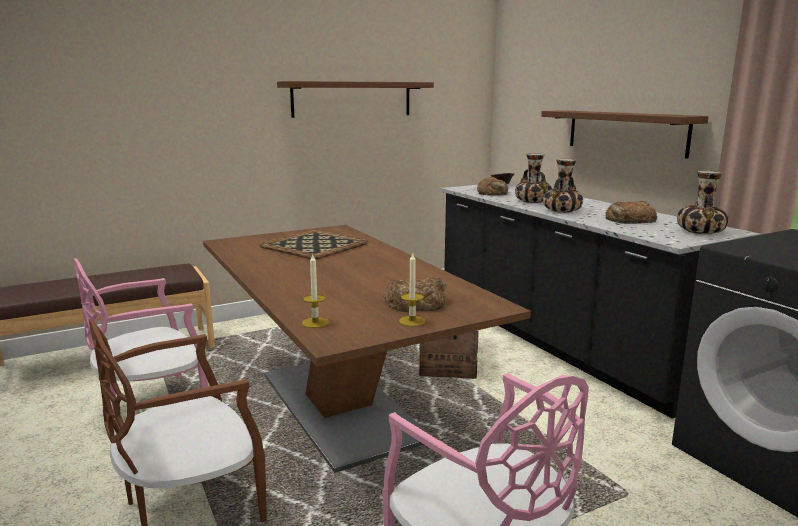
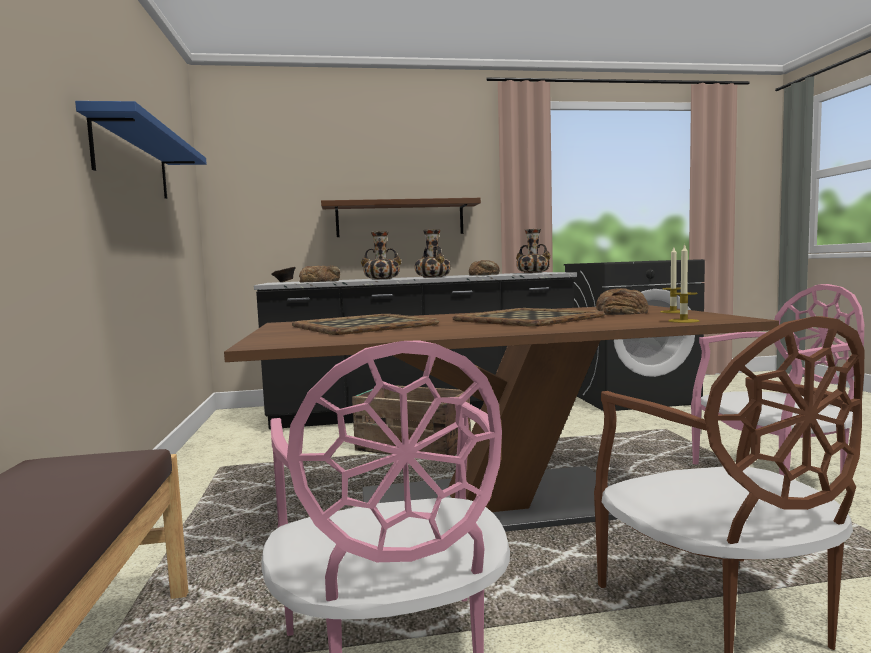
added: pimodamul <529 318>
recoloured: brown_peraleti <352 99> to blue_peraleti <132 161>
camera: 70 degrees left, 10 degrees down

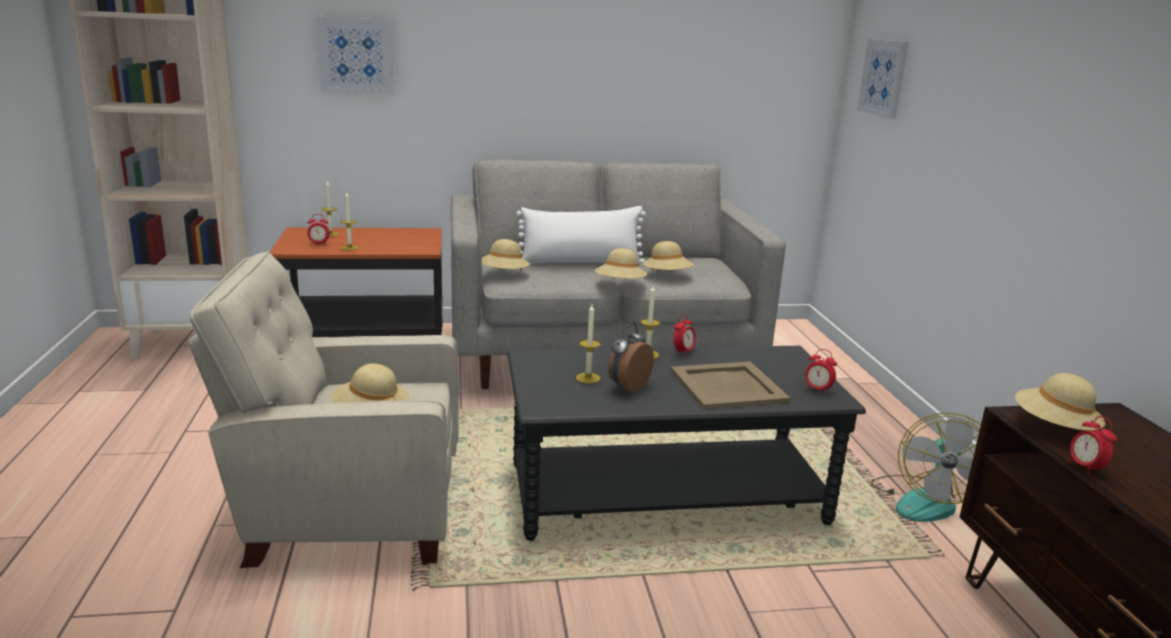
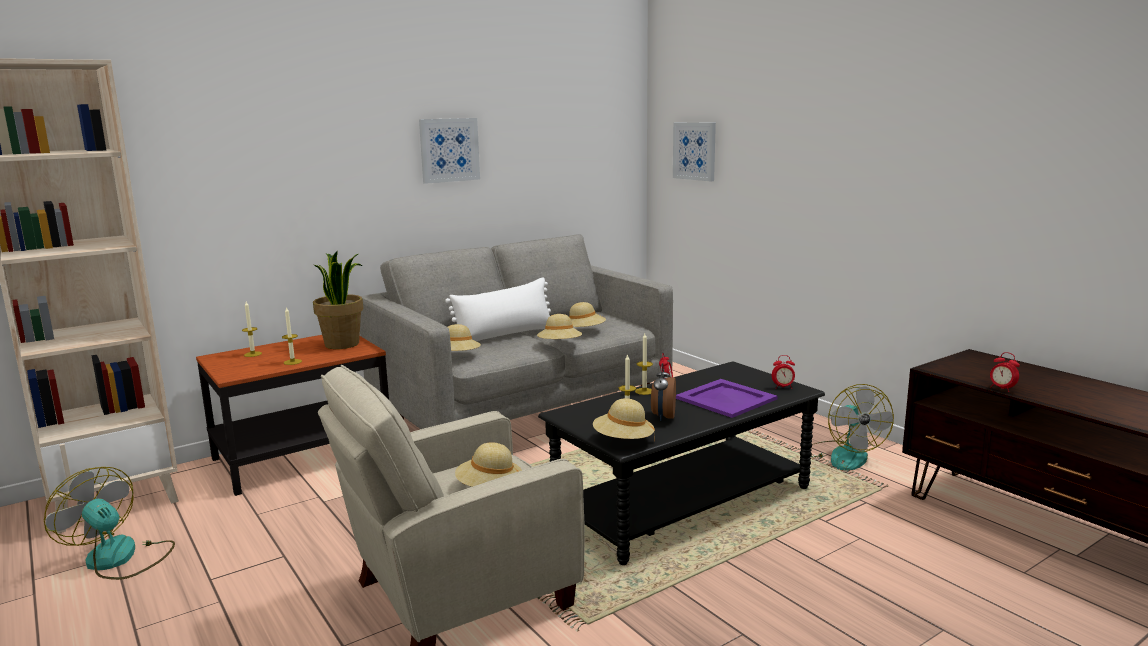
removed: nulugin <319 244>
added: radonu <119 559>; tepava <343 344>
moved: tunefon <356 55> to <449 150>; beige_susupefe <1053 428> to <623 441>
recoloured: beige_pimodamul <729 386> to purple_pimodamul <727 398>
camera: 25 degrees left, 5 degrees down

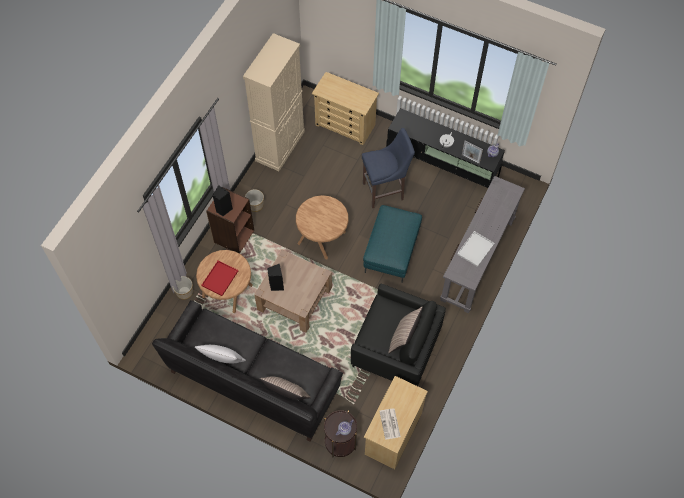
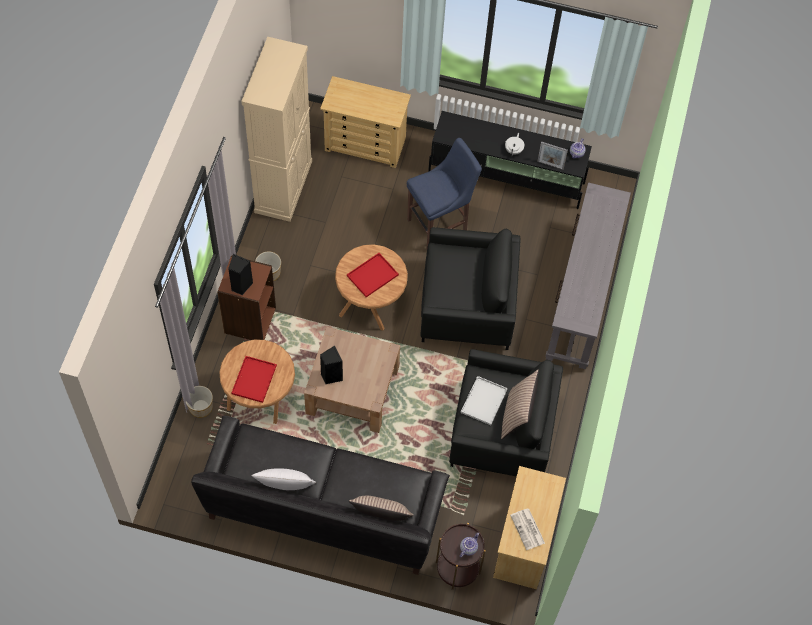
added: red_pimodamul <372 276>
moved: white_pimodamul <475 248> to <483 400>
replaced: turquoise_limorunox <392 252> to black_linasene <467 306>
camera: 15 degrees left, 0 degrees up

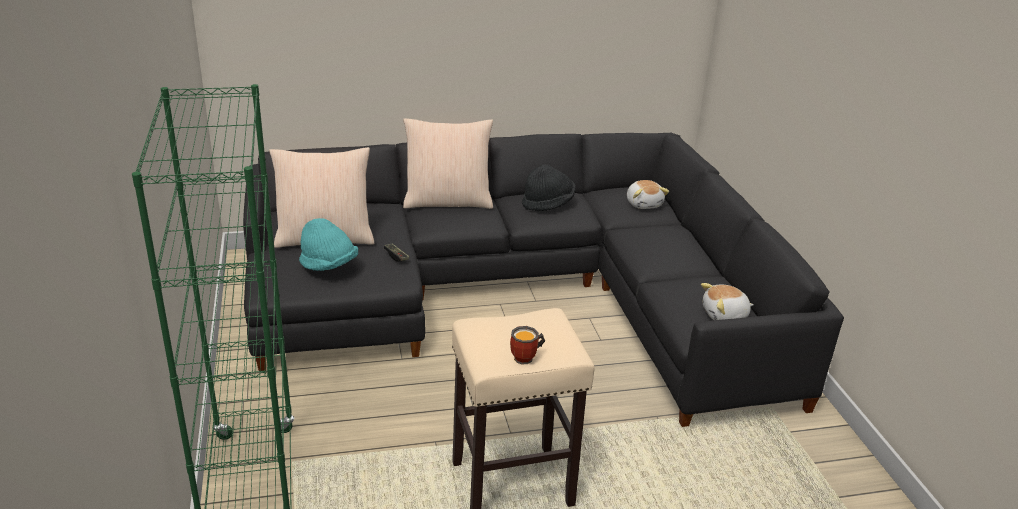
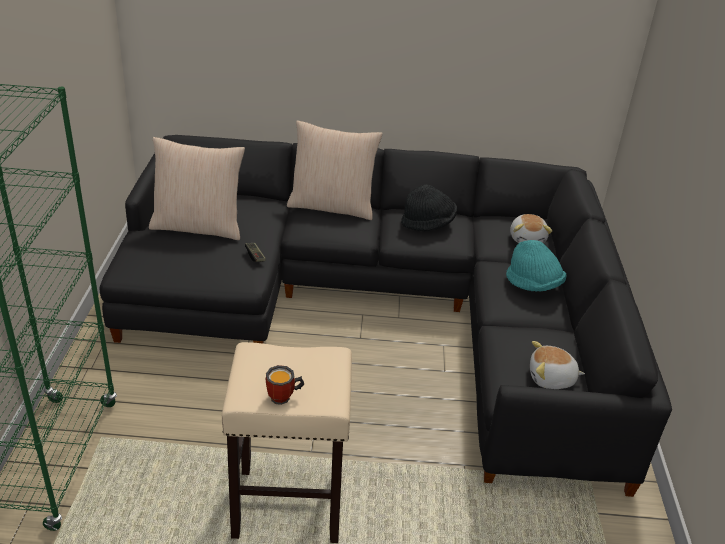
moved: turquoise_susupefe <328 265> to <533 285>
camera: 15 degrees right, 5 degrees up

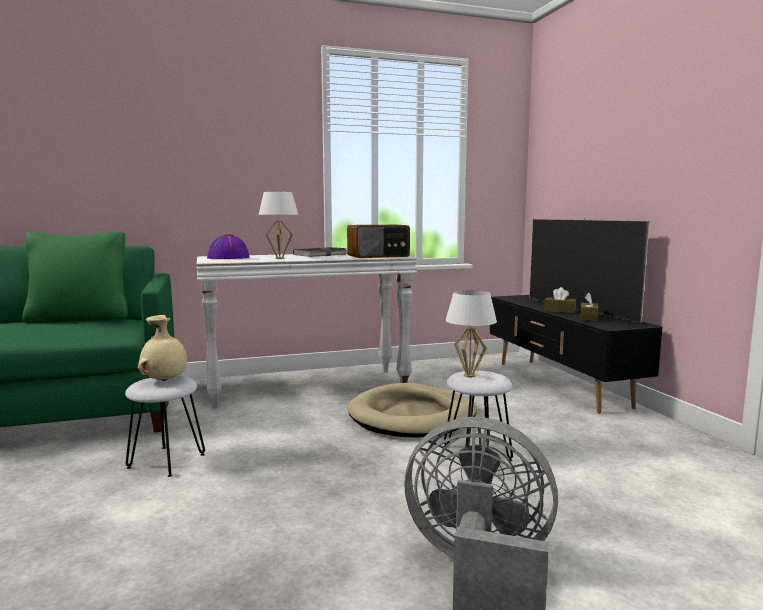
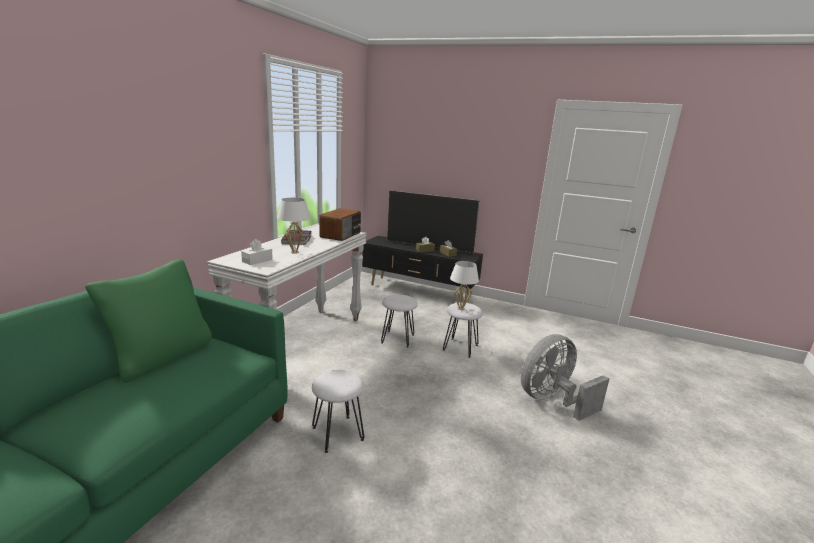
removed: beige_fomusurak <165 380>
replaced: purple_susupefe <228 258> to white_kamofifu <257 260>; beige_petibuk <412 416> to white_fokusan <398 338>
camera: 50 degrees left, 10 degrees up

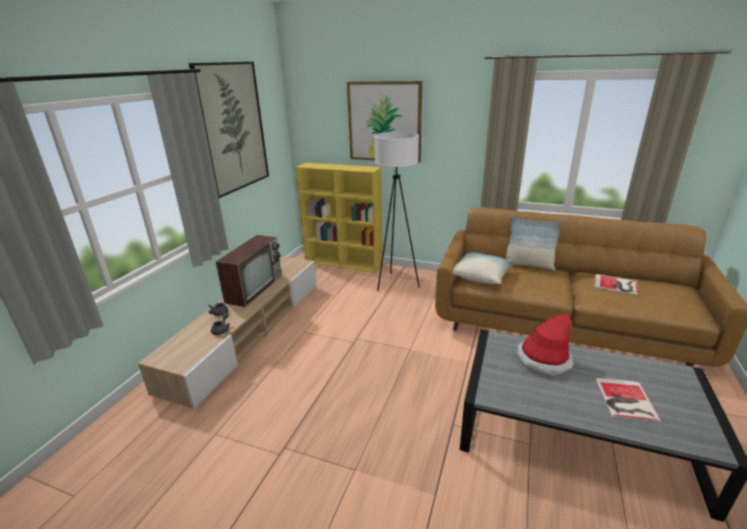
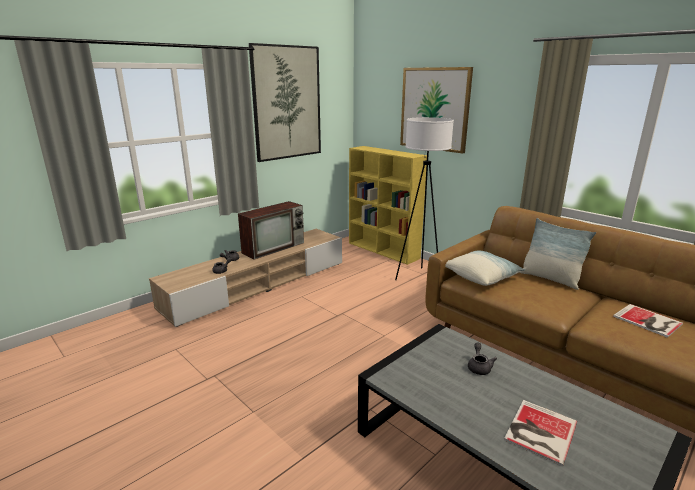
replaced: susupefe <543 360> to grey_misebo <479 367>
camera: 25 degrees right, 5 degrees down

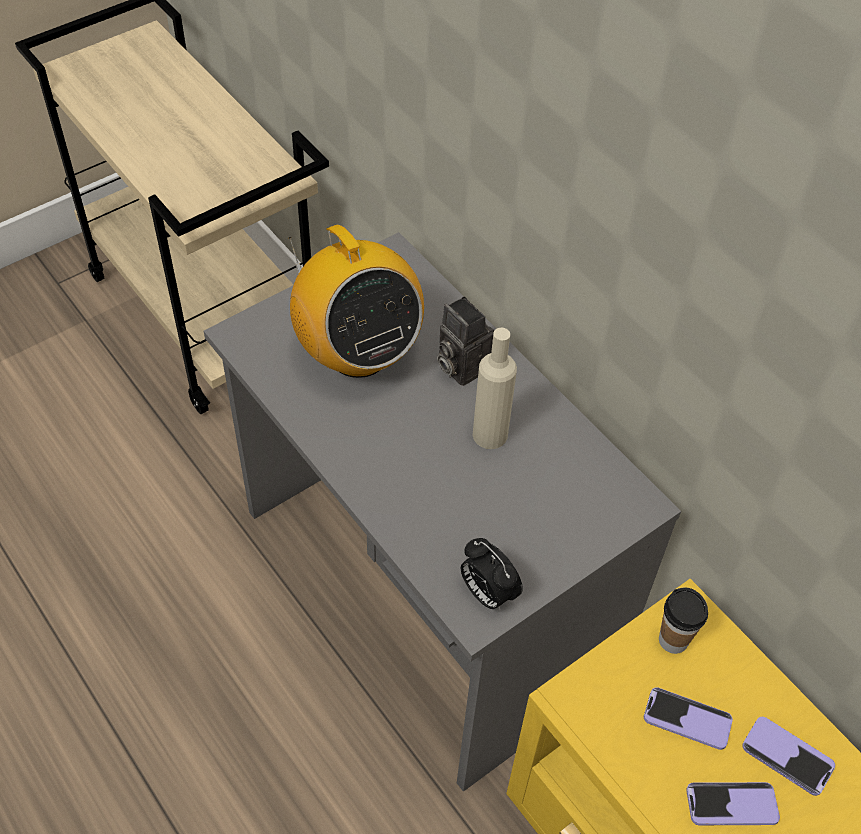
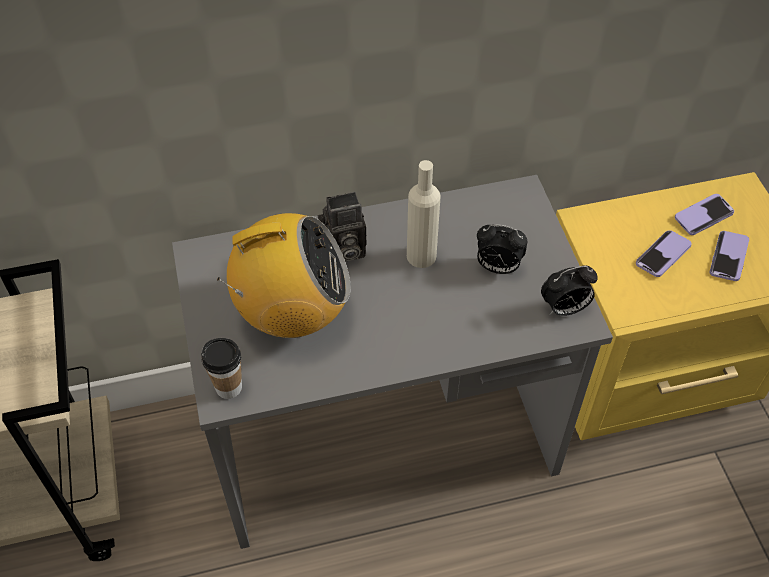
added: nulugin <497 267>
moved: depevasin <673 640> to <228 387>
camera: 65 degrees left, 0 degrees up

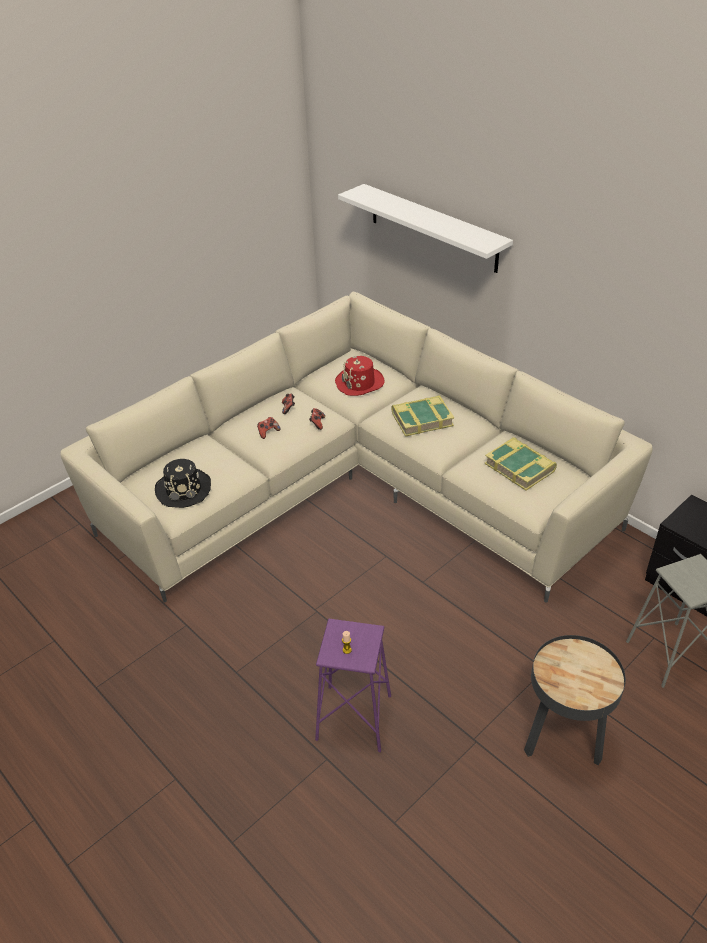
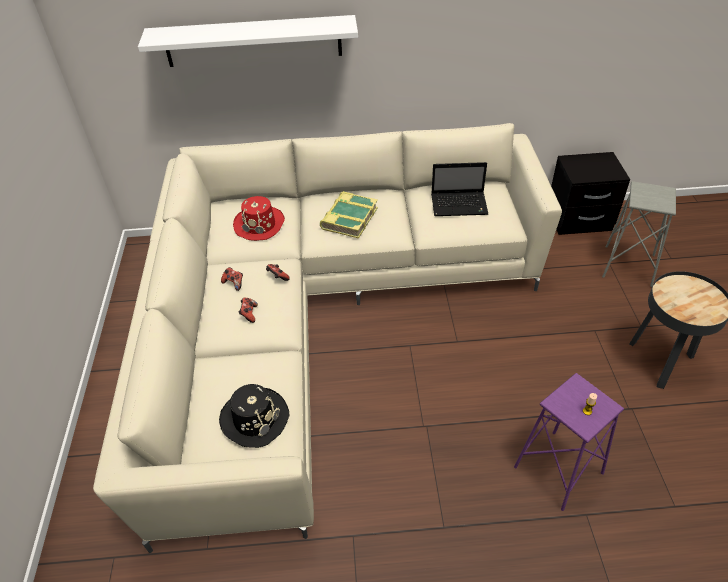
replaced: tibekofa <520 467> to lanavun <460 205>
camera: 50 degrees left, 5 degrees up

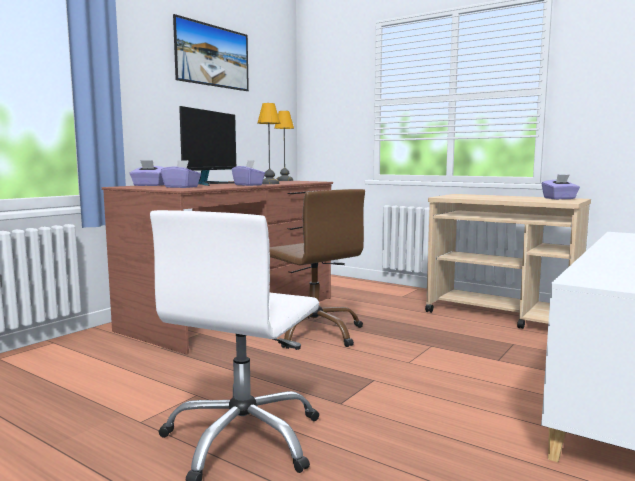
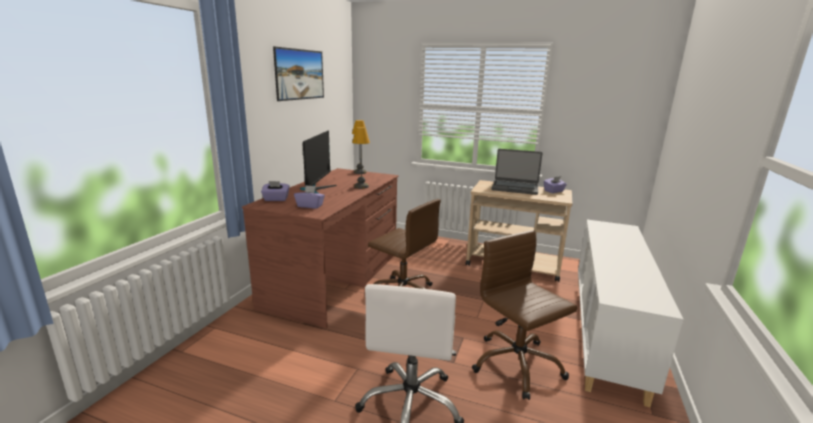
removed: purple_kamofifu <248 185>
added: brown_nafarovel <516 365>; lanavun <515 188>
camera: 15 degrees left, 10 degrees up

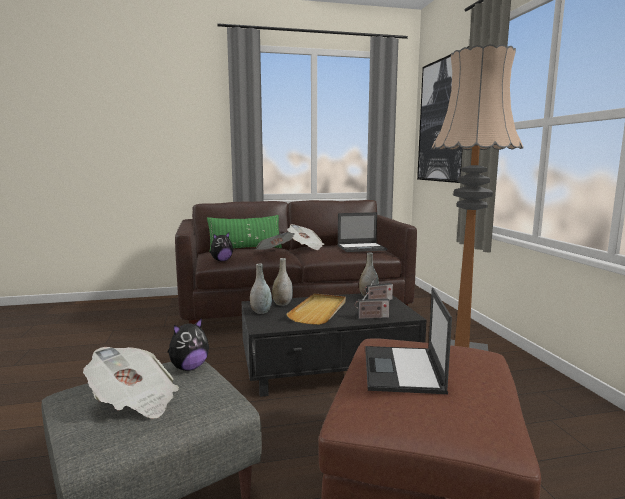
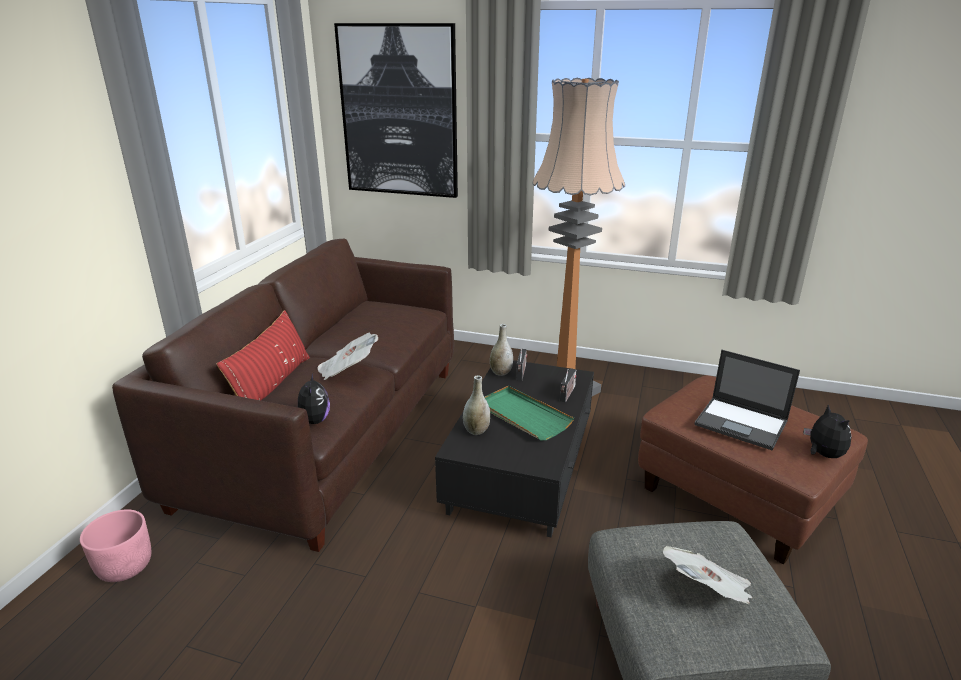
removed: grey_fomusurak <261 312>; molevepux <306 247>; lanavun <362 248>
added: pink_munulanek <125 566>
moved: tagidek <189 368> to <822 454>
recoloured: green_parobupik <245 249> to red_parobupik <272 384>; beige_pimodamul <319 311> to green_pimodamul <523 415>
camera: 60 degrees left, 15 degrees up

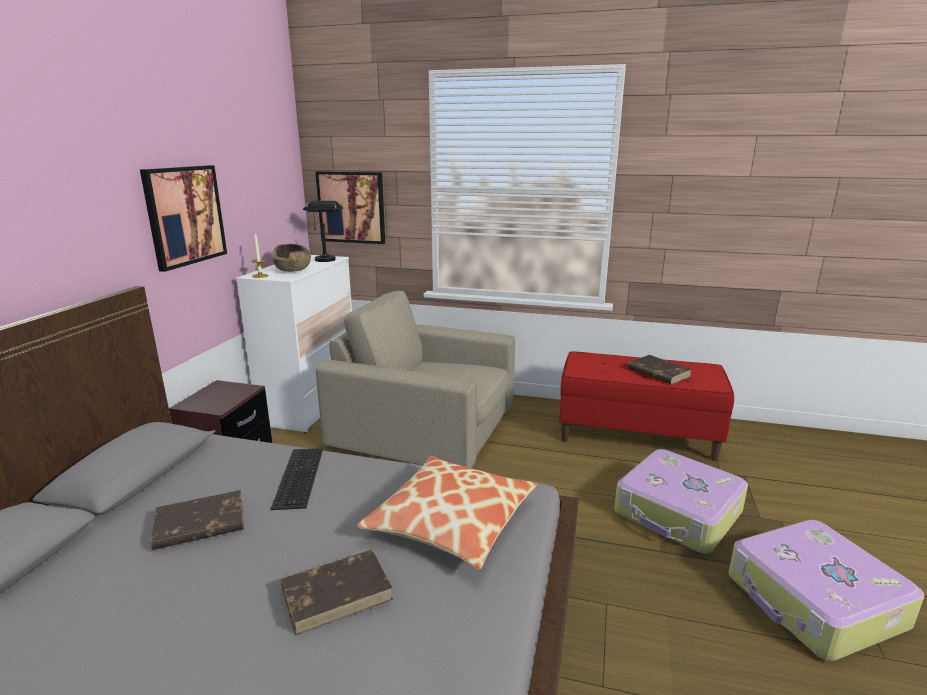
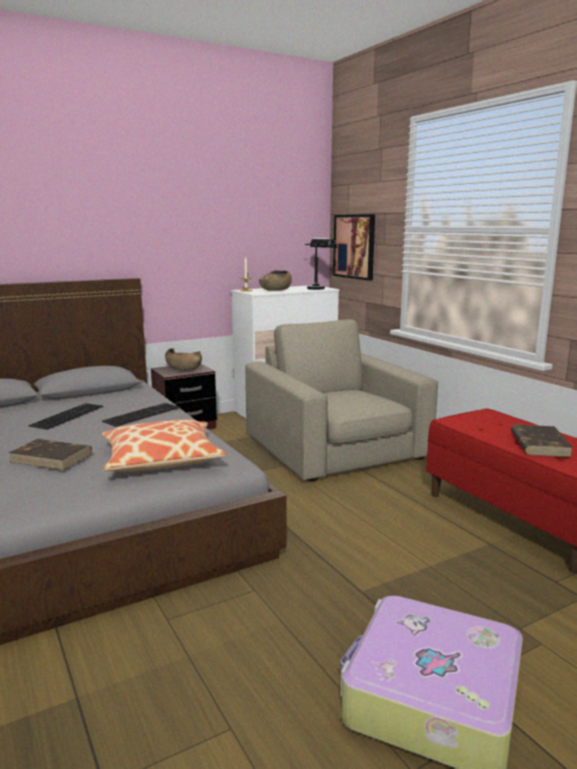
removed: tunefon <184 215>; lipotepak <678 513>
added: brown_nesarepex <183 368>
replaced: brown_tibekofa <199 524> to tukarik <67 415>
camera: 45 degrees right, 5 degrees down

